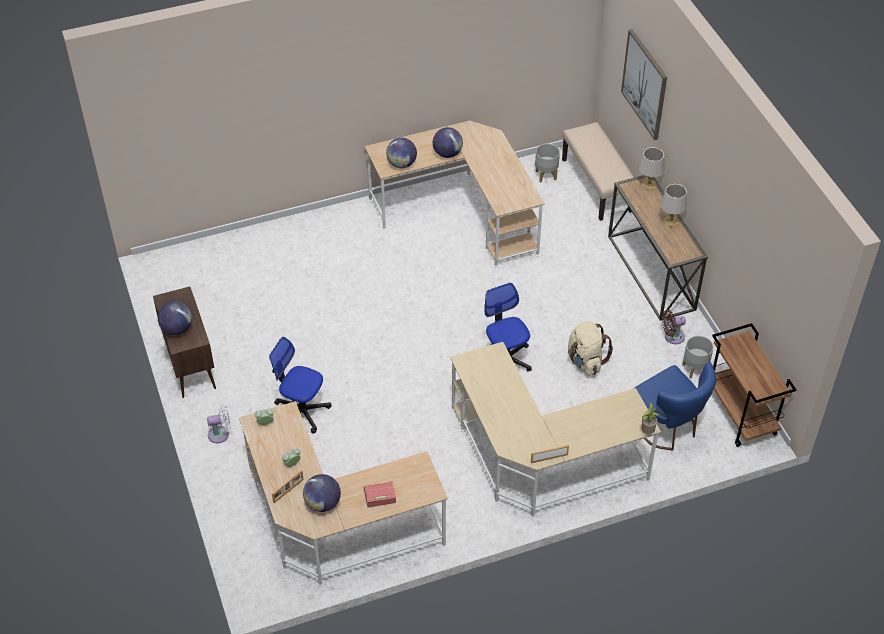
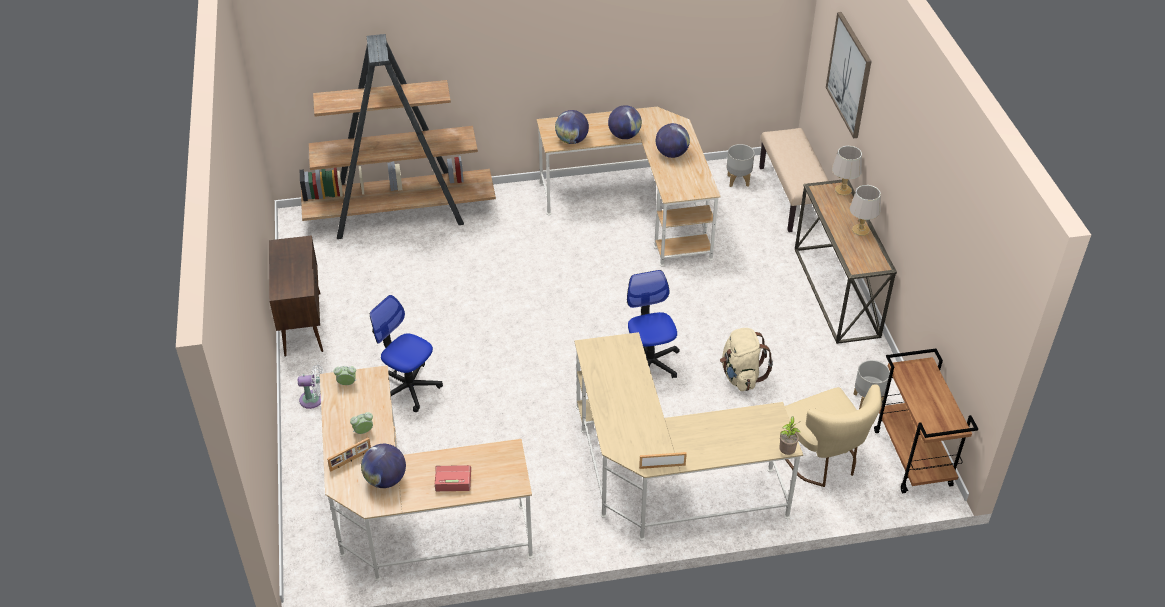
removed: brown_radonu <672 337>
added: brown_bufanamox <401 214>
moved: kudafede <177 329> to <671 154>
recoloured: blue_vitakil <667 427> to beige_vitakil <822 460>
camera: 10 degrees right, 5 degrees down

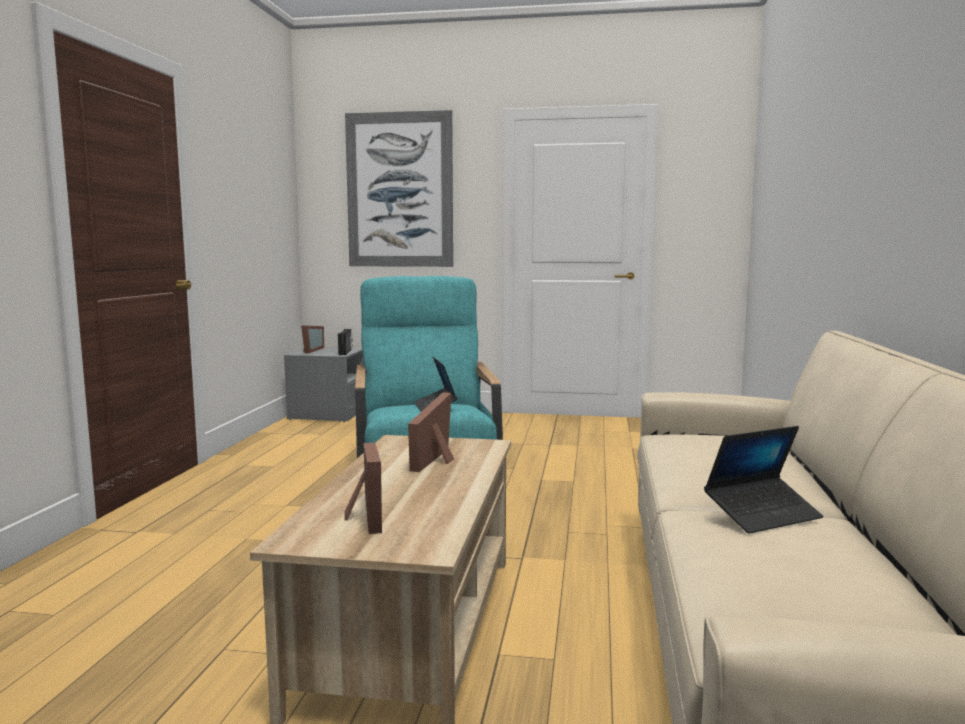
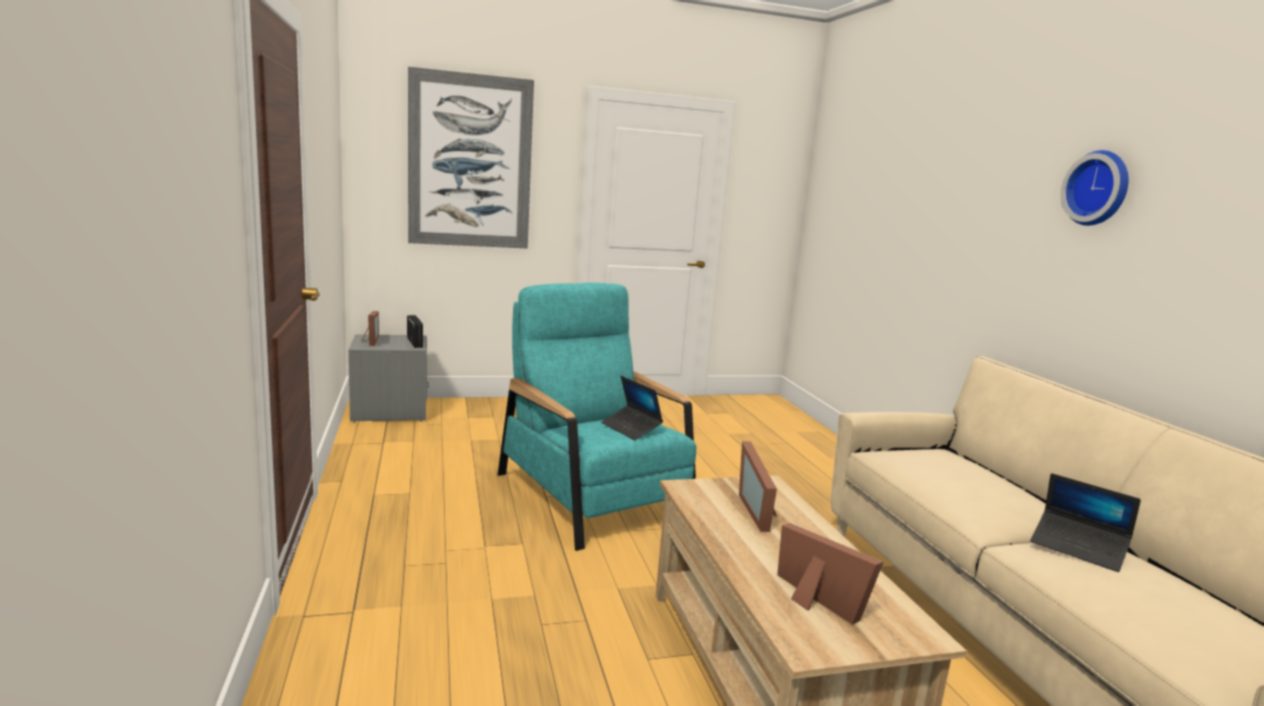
added: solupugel <1099 188>
turned: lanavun <762 514> = <1078 548> 90 degrees clockwise
camera: 25 degrees left, 5 degrees up

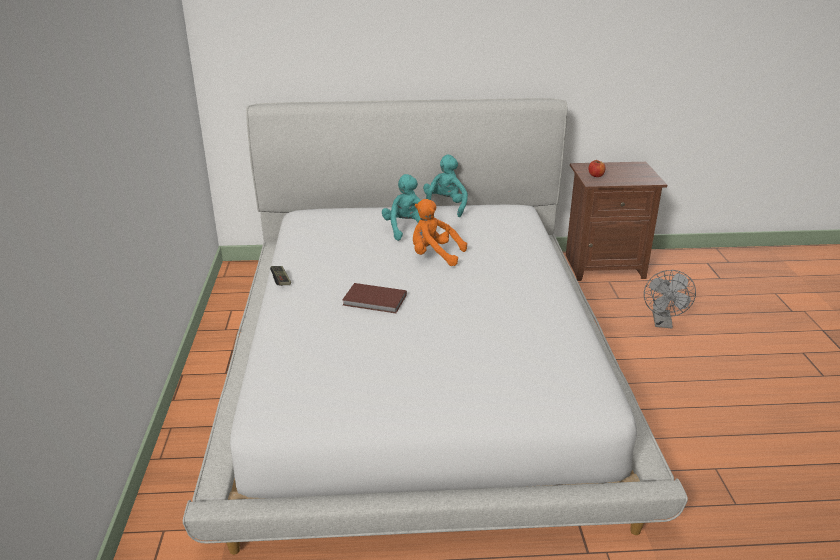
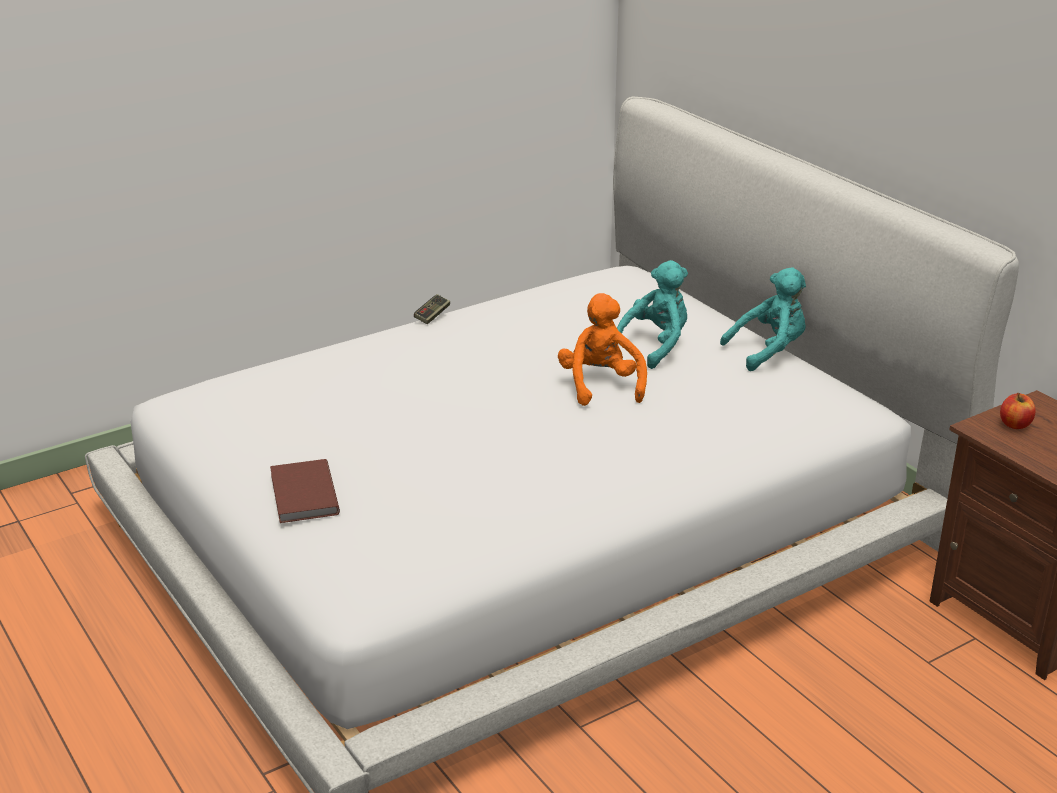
removed: grey_radonu <663 323>
moved: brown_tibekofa <375 301> to <302 495>
camera: 60 degrees right, 0 degrees up

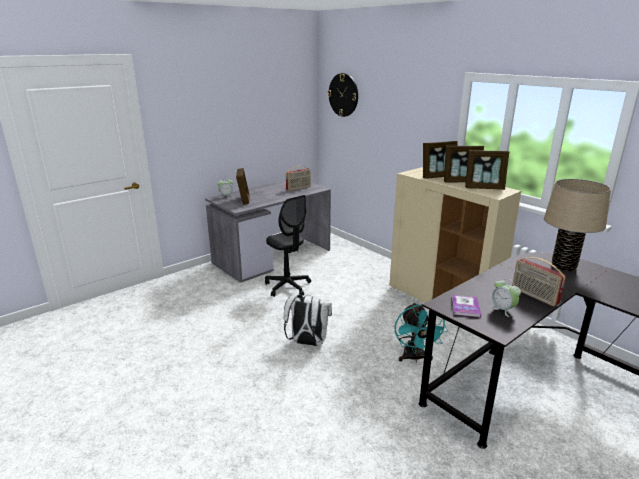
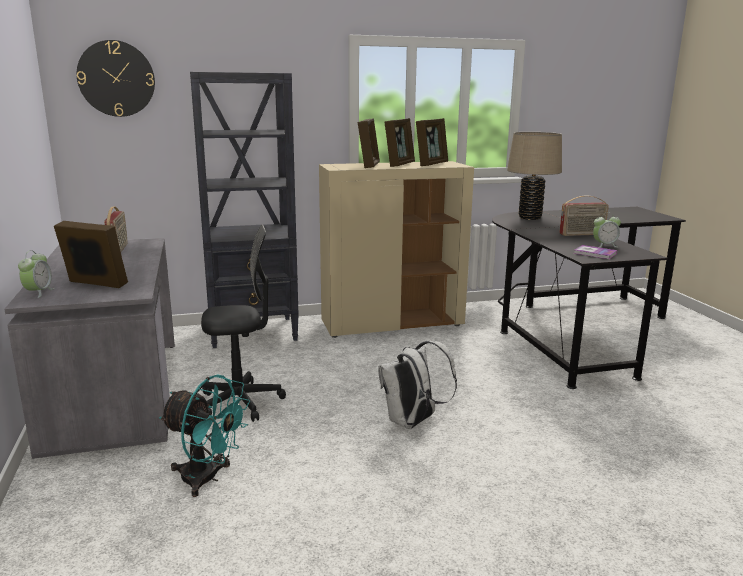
added: black_bufanamox <254 332>
moved: turquoise_radonu <415 358> to <208 478>
camera: 65 degrees left, 5 degrees down

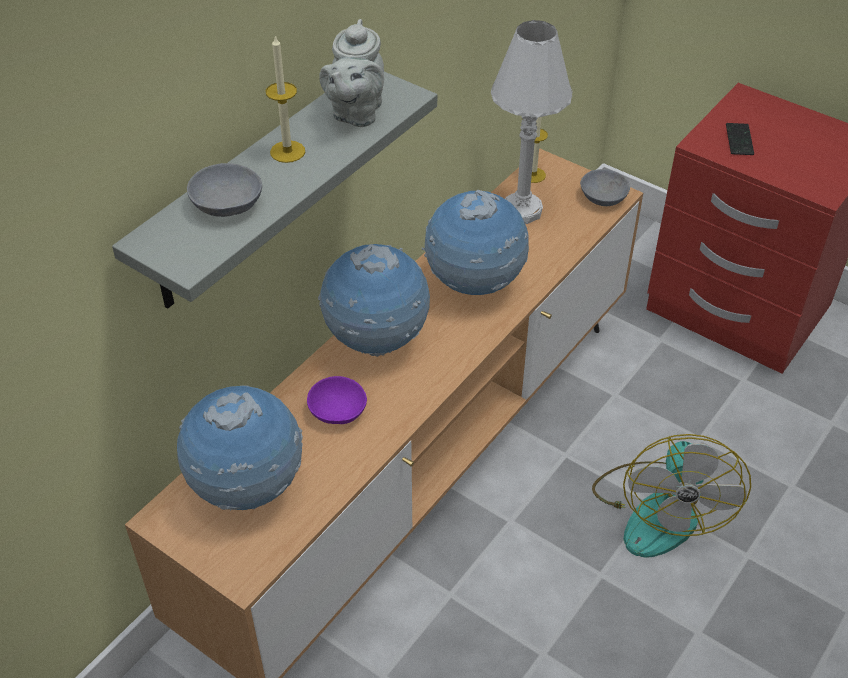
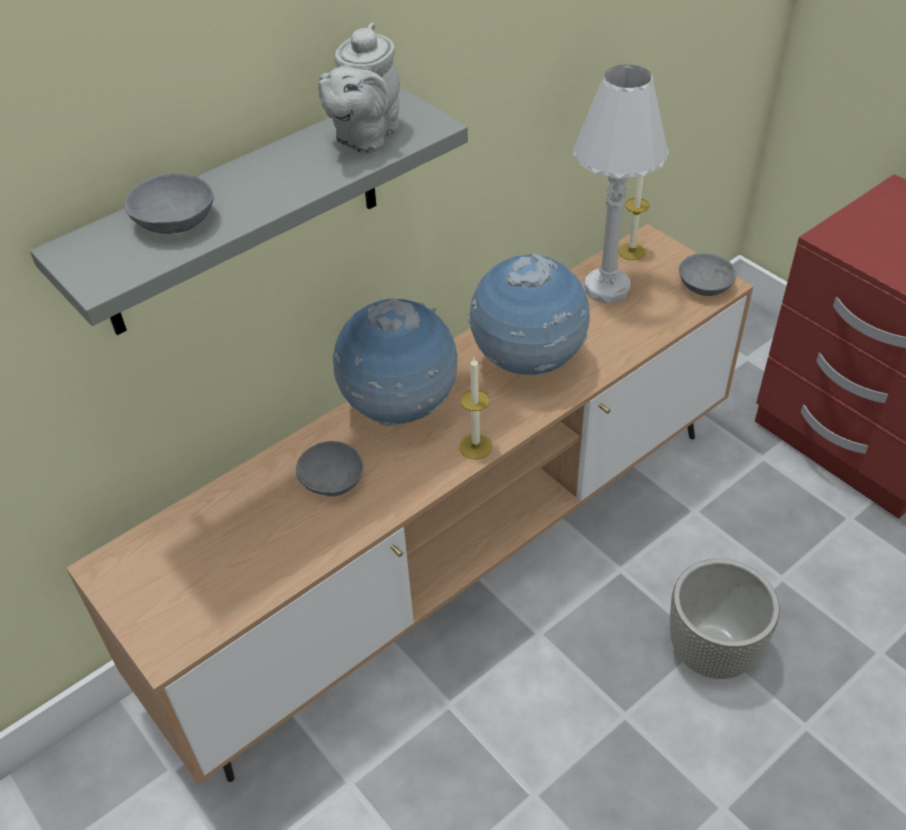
removed: kudafede <247 489>; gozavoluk <739 140>
moved: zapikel <287 151> to <475 447>
replaced: radonu <659 509> to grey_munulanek <712 652>
recoloured: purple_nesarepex <339 410> to grey_nesarepex <334 480>
camera: 15 degrees right, 0 degrees up

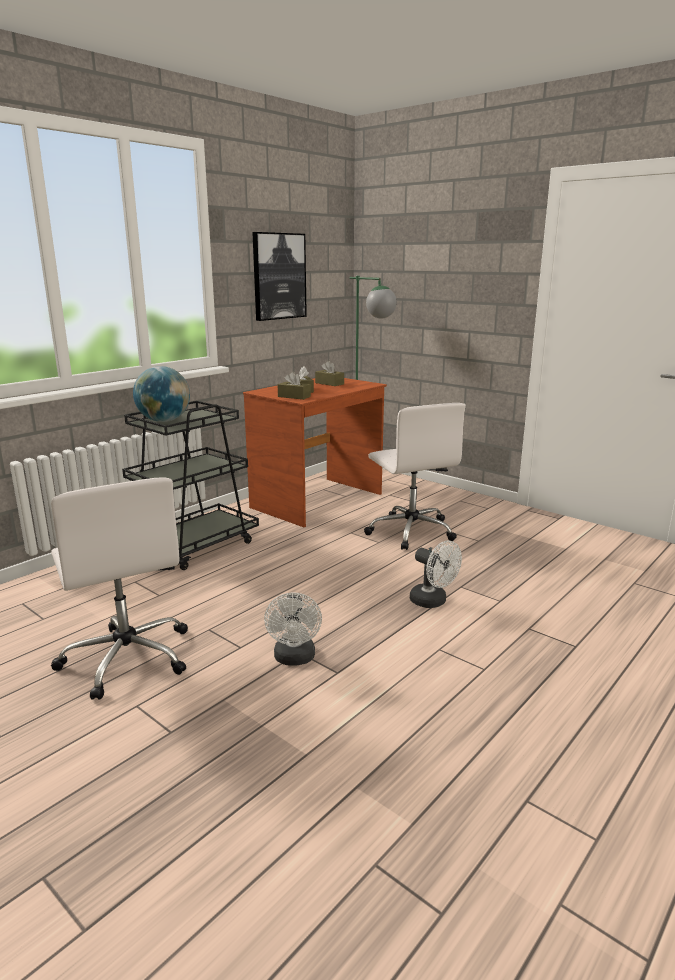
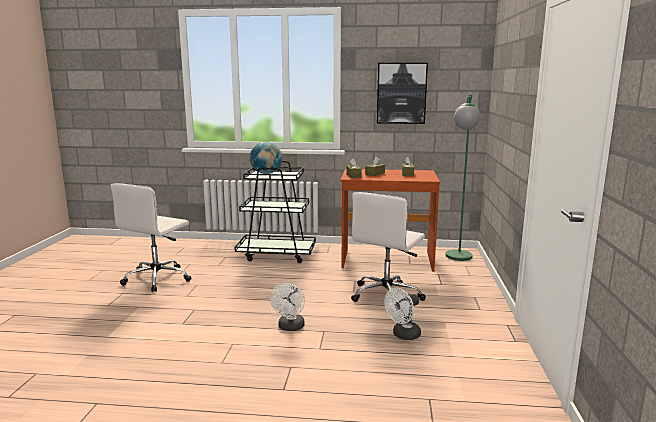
moved: white_radonu <294 659> to <403 335>
camera: 55 degrees right, 5 degrees down

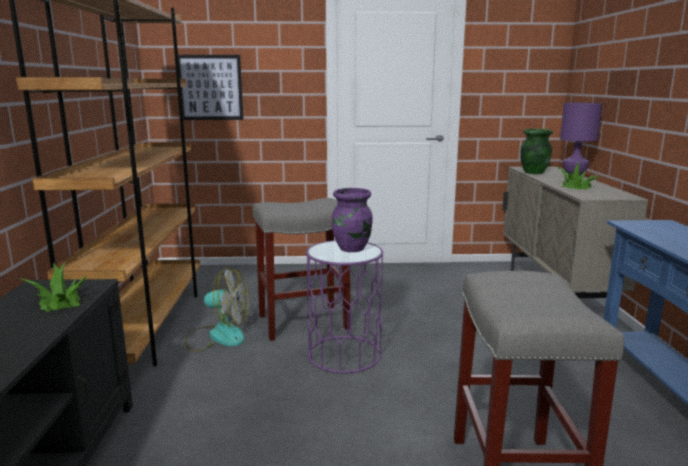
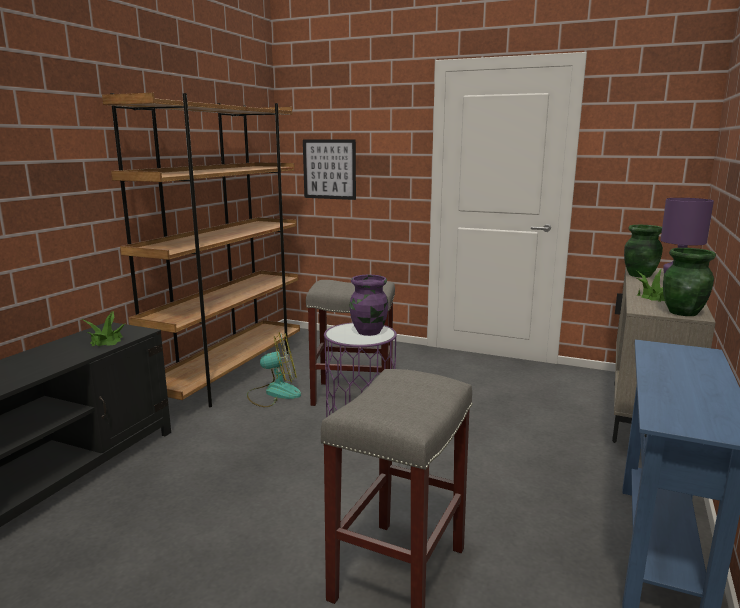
added: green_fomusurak <683 312>
turned: radonu <217 336> = <274 393> 45 degrees counterclockwise
camera: 25 degrees right, 0 degrees up

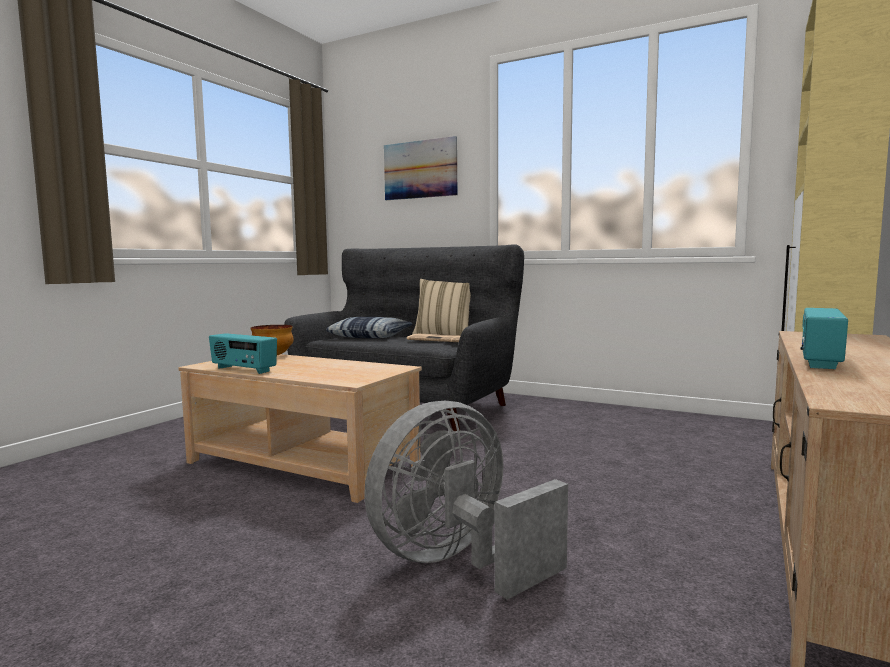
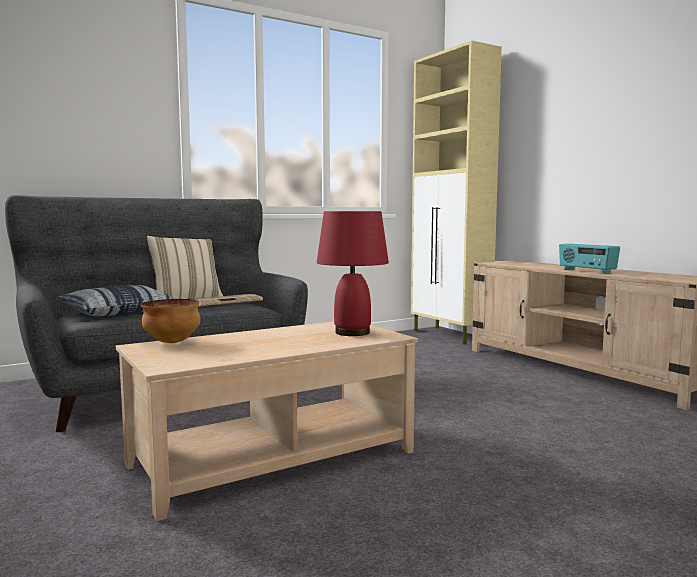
removed: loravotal <243 370>; grey_radonu <457 562>; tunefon <420 169>
added: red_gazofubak <352 333>
camera: 60 degrees left, 0 degrees up

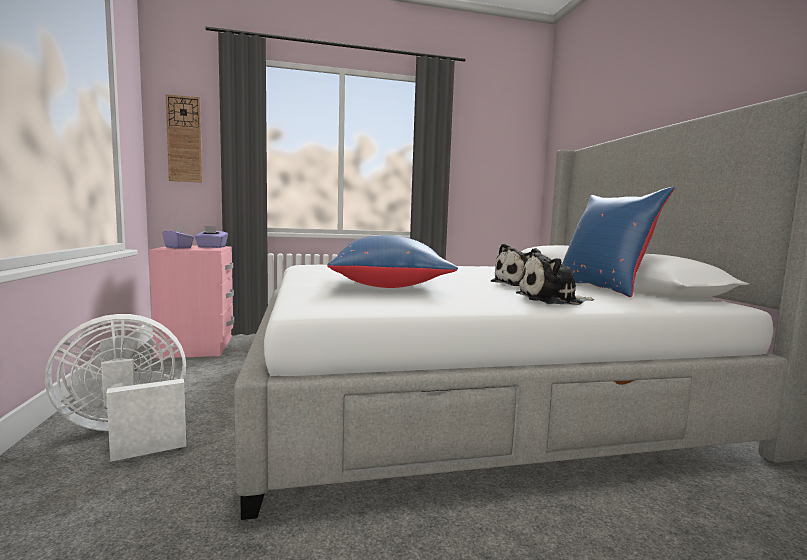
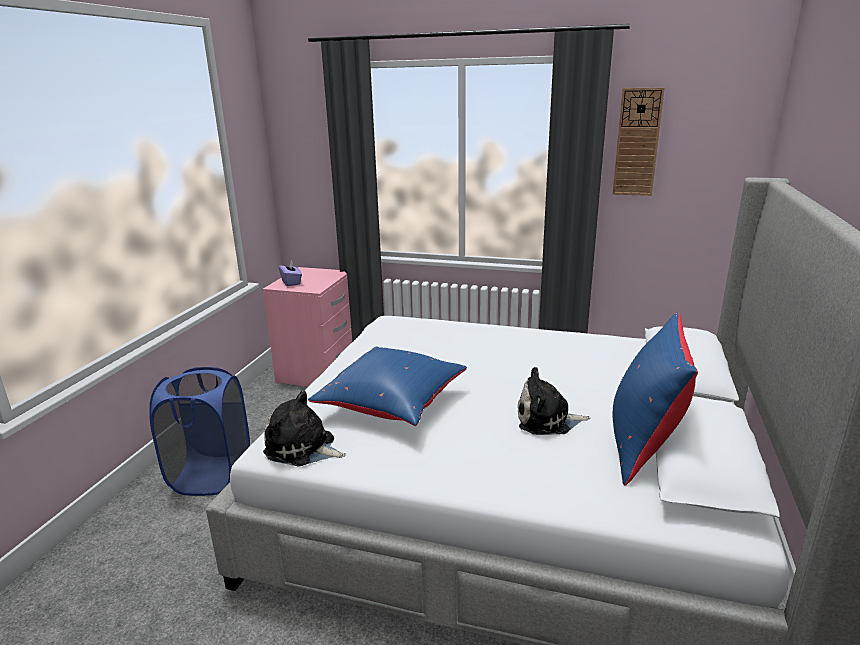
removed: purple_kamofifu <211 247>
moved: solupugel <184 139> to <637 142>; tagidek <552 300> to <303 448>
replaced: white_radonu <127 433> to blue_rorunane <211 476>
camera: 30 degrees right, 15 degrees up

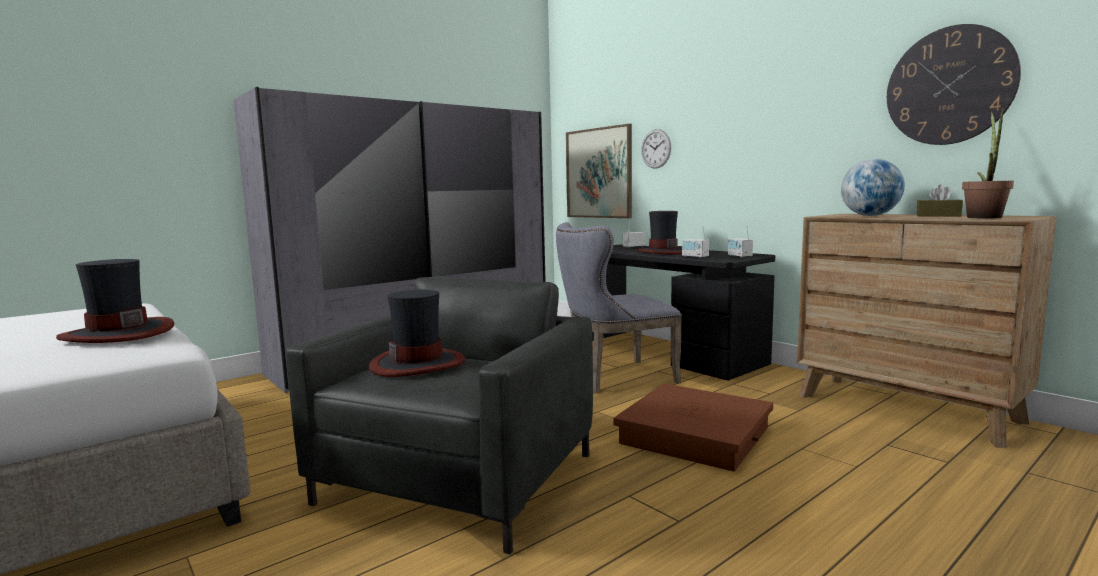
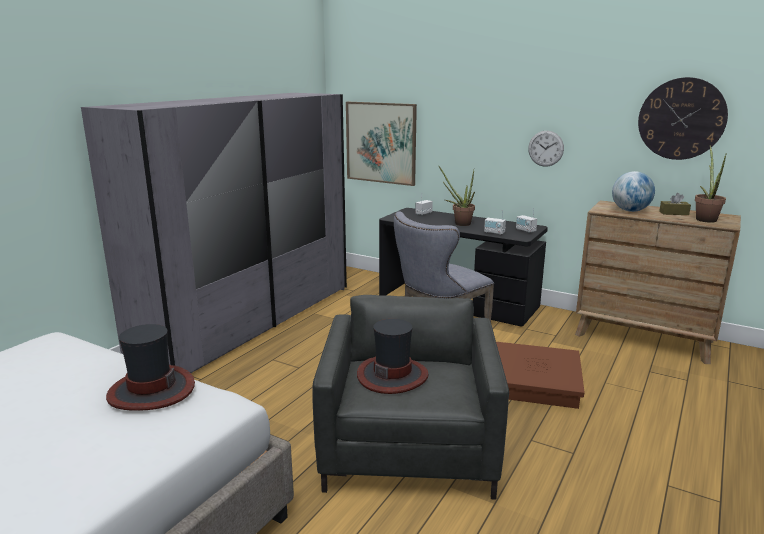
moved: solupugel <656 149> to <546 148>
replaced: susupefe <662 252> to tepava <459 223>
camera: 20 degrees left, 10 degrees up

